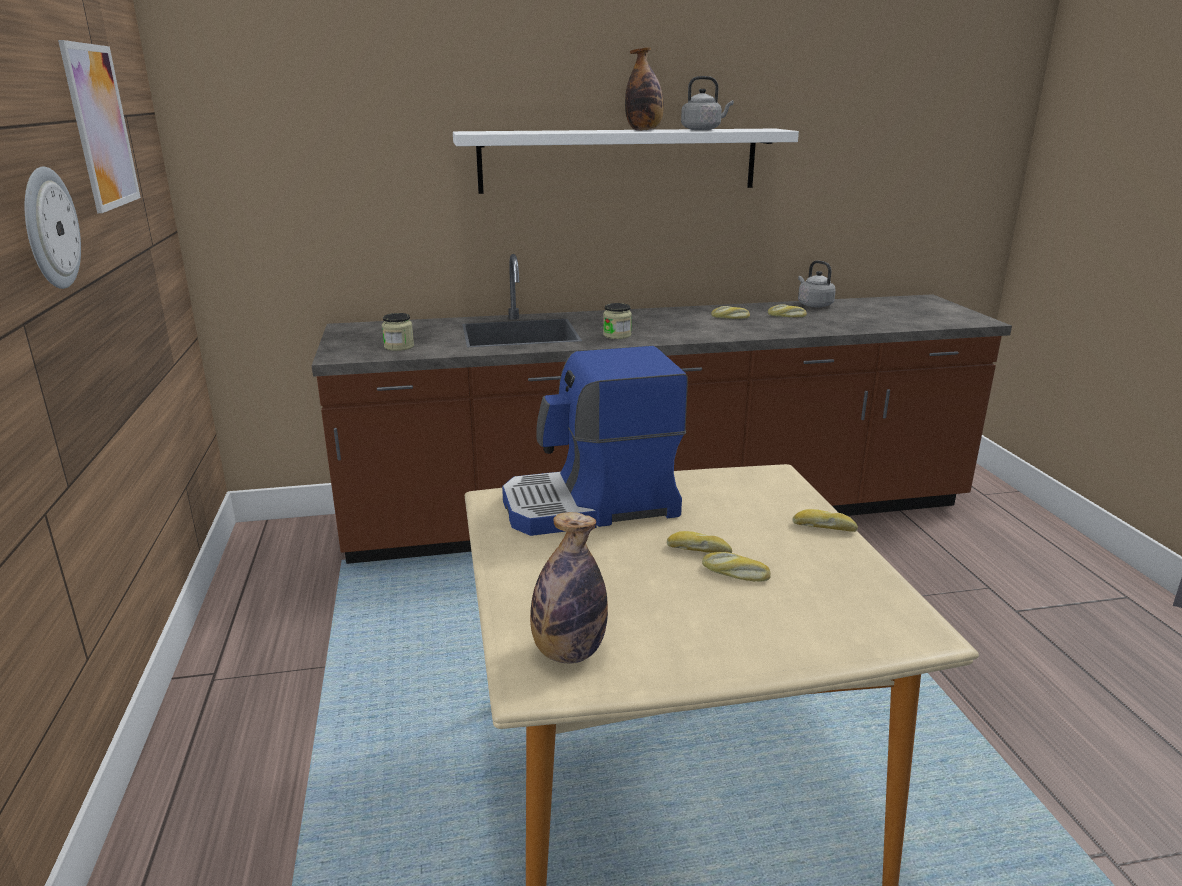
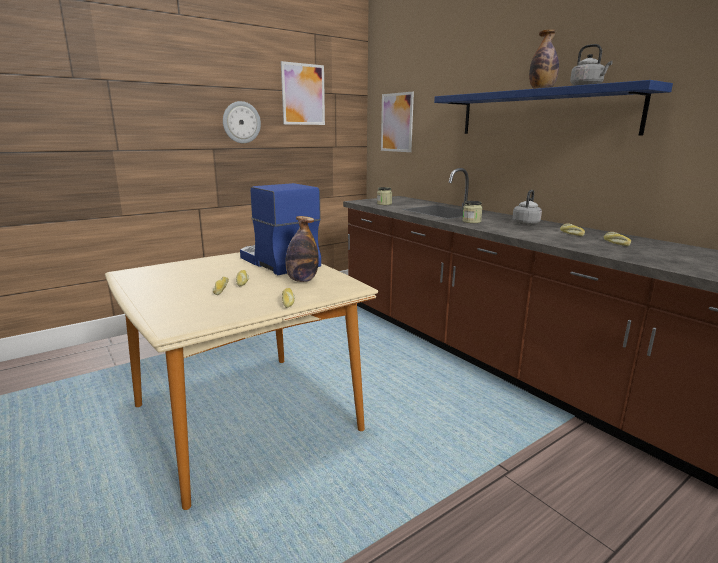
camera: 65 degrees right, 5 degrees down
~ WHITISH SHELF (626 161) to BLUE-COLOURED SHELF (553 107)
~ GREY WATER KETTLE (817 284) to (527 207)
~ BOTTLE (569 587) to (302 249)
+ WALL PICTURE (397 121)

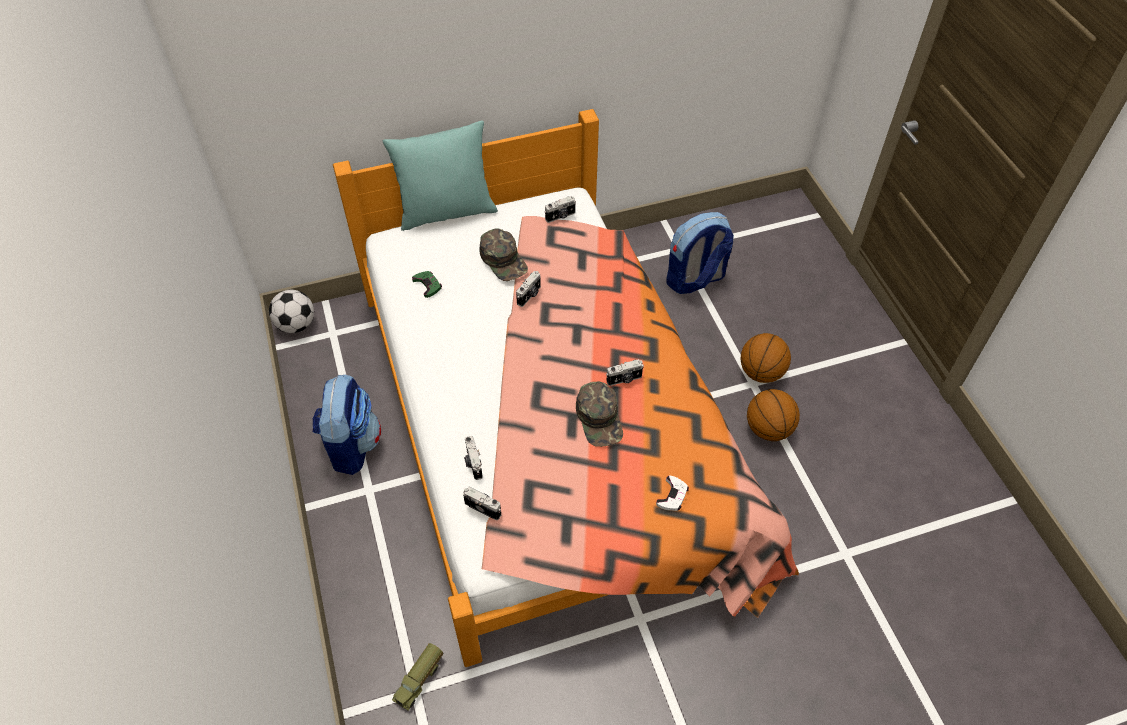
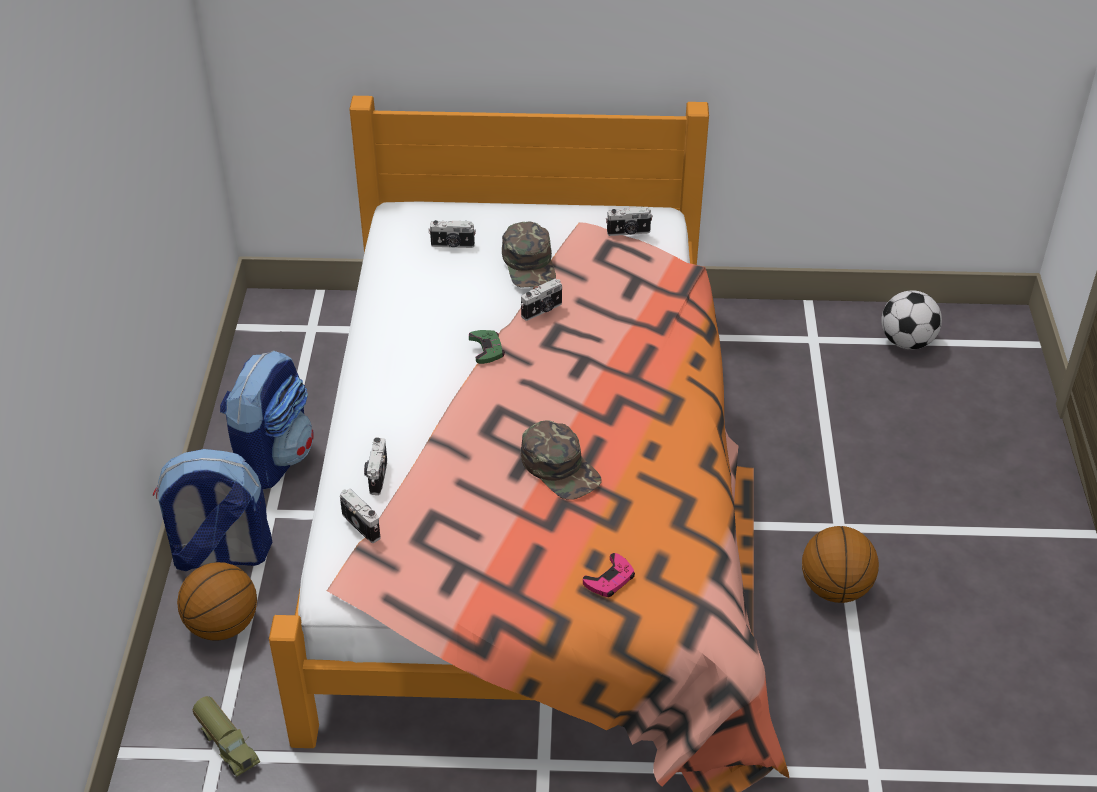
camera: 20 degrees right, 10 degrees down
- BLUE-GREEN PILLOW (440 175)
~ KNAPSACK (700 253) to (212 510)
~ GREENISH GAME CONTROLLER (427 284) to (487 347)
~ FOOTBALL (291 311) to (911 320)
~ BASKETBALL BALL (766 358) to (217 601)
~ STILL CAMERA (625 372) to (452 234)
~ GREENISH CAP (599 414) = (561 460) 45 degrees counterclockwise
~ WHITISH GAME CONTROLLER (672 493) to PINK GAME CONTROLLER (609 575)
~ TOY TRUCK (417 677) = (226 736) 90 degrees counterclockwise

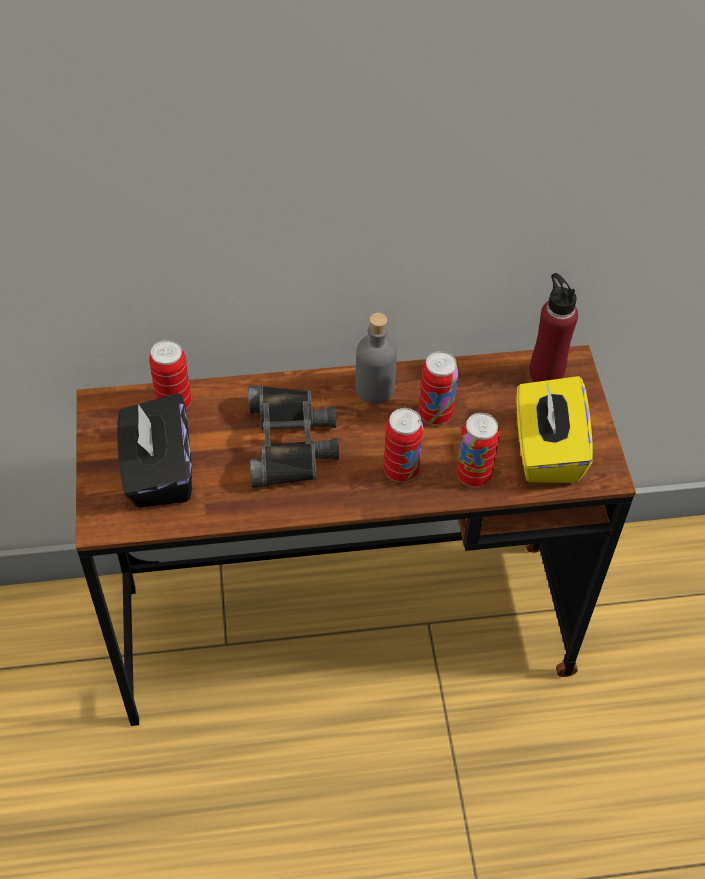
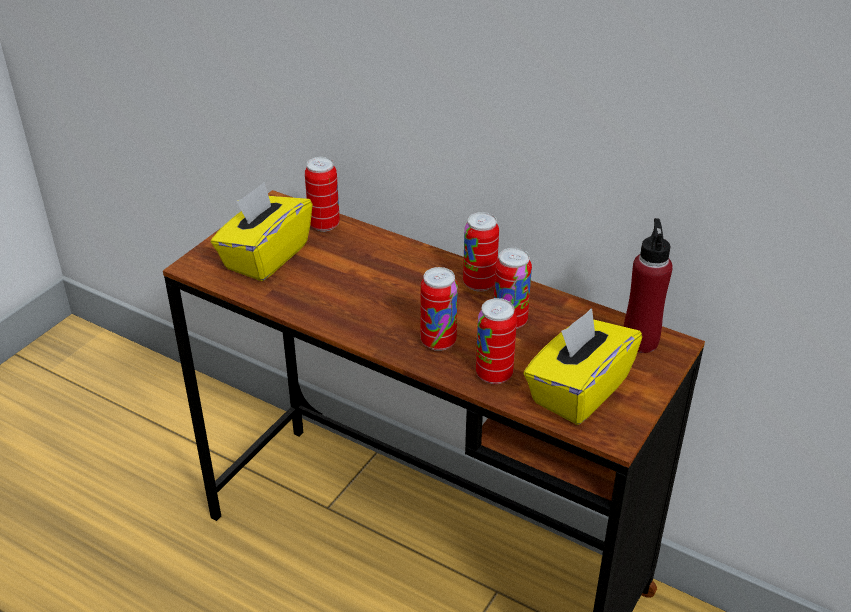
camera: 40 degrees right, 15 degrees down
~ GREY BOTTLE (376 358) to CAN (481 252)
- BLACK-COLOURED BINOCULARS (293 437)
~ BLACK-COLOURED TISSUE HOLDER (154 450) to YELLOWISH TISSUE HOLDER (262 231)

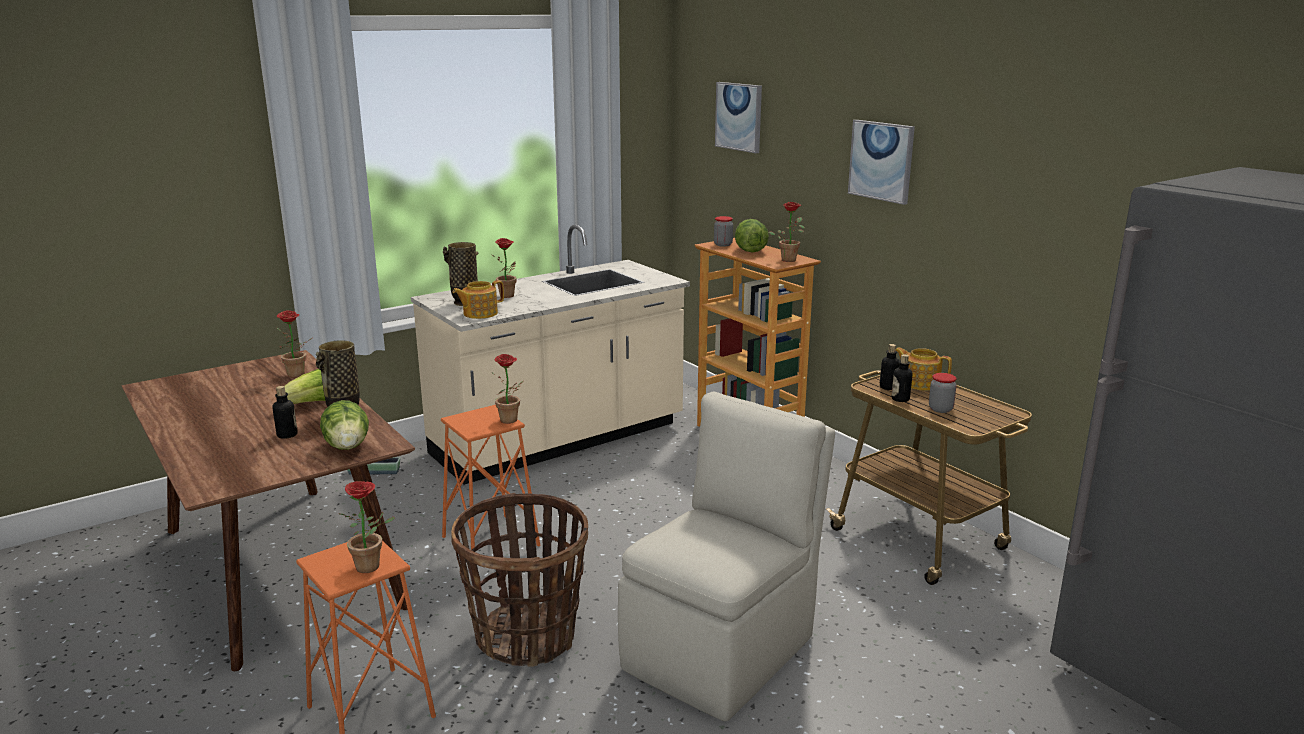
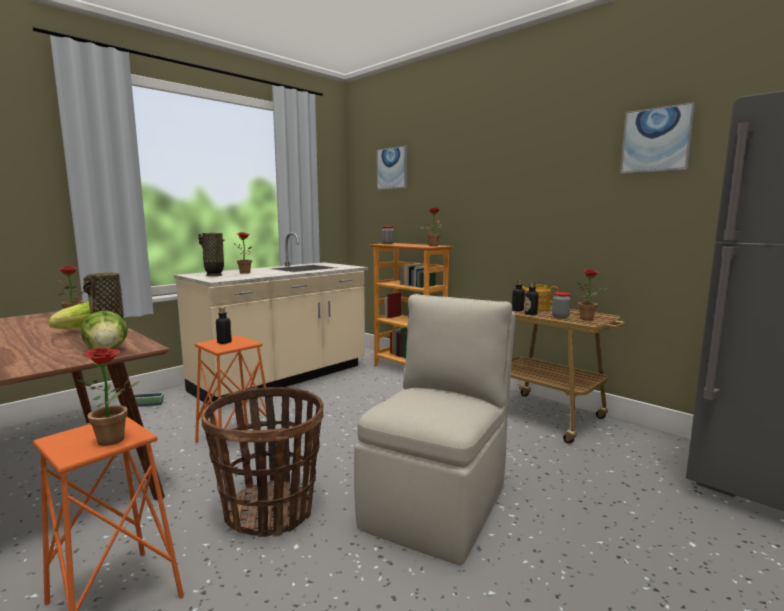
camera: 10 degrees left, 10 degrees down
~ WALL PICTURE (881 162) to (657 138)
- HEAD OF LETTUCE (752 235)
- TEA POT (478 299)
~ POTTED PLANT (507 389) to (592 294)
~ BOTTLE (285 412) to (224 325)

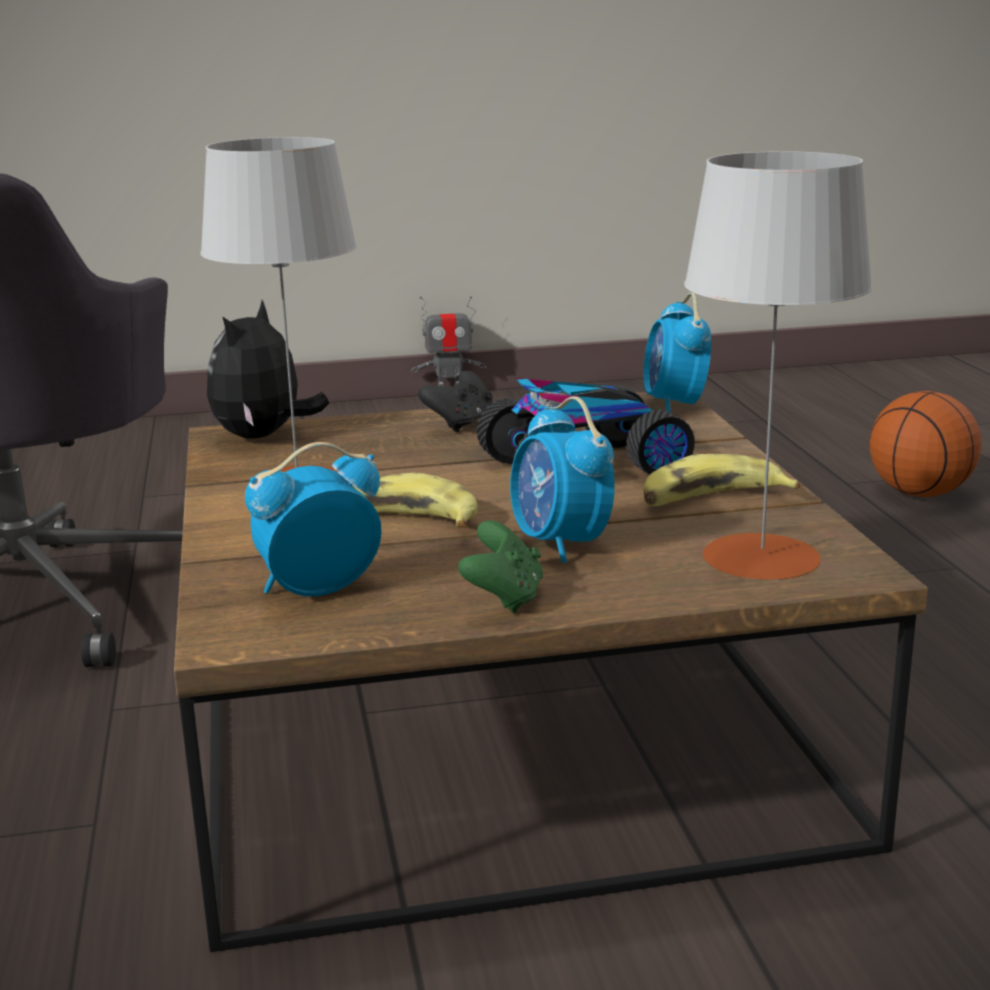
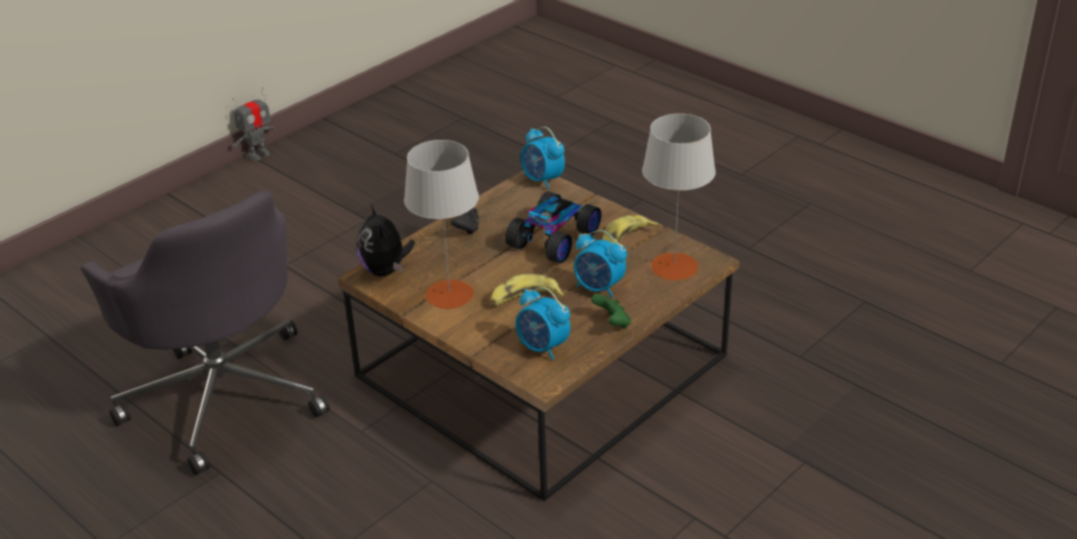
camera: 35 degrees left, 15 degrees up
- BASKETBALL BALL (925 444)
~ TABLE CLOCK (313 519) = (543 323) 75 degrees counterclockwise

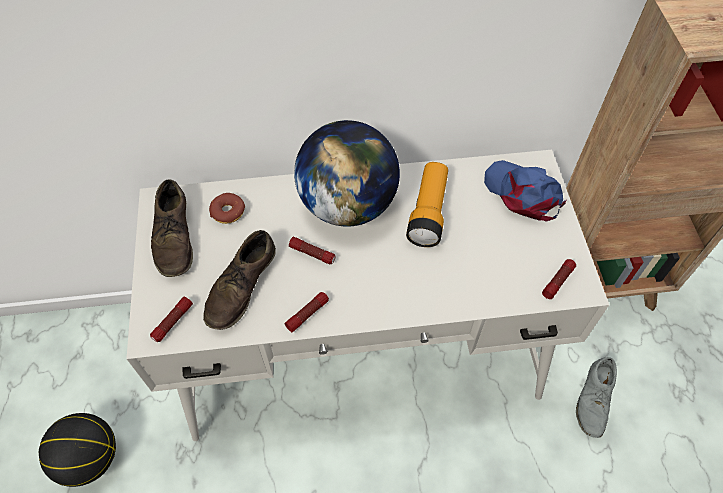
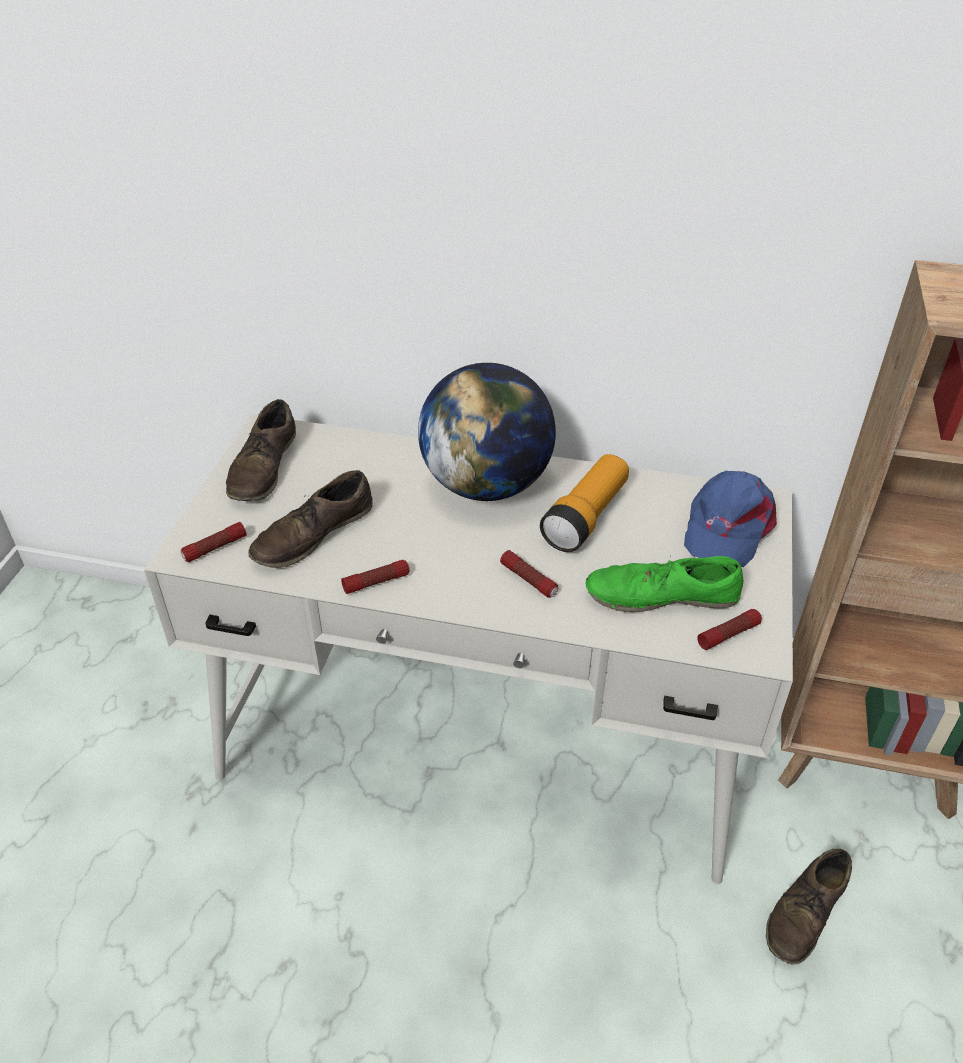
camera: 20 degrees right, 15 degrees down
~ BLUE-COLOURED CAP (525 190) = (730 519) 135 degrees counterclockwise
- RING DOUGHNUT (227 208)
~ HAND TORCH (312 251) to (529 574)
~ GREY ITEM OF FOOTWEAR (596 397) to BROWN ITEM OF FOOTWEAR (809 906)
- BASKETBALL BALL (77 450)
+ GREENISH ITEM OF FOOTWEAR (664 584)

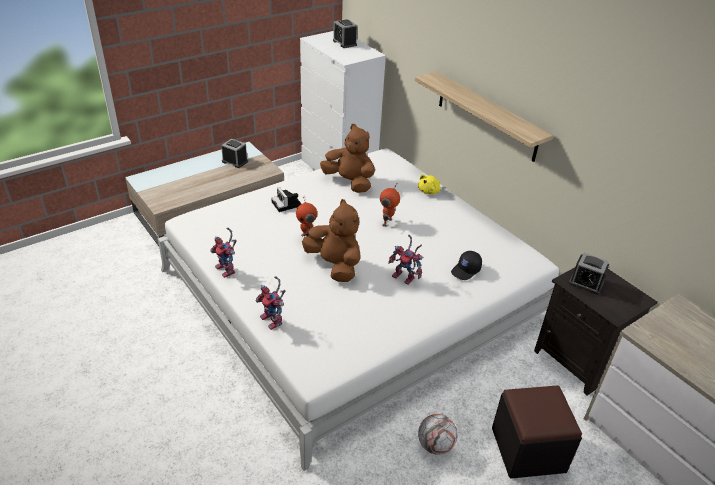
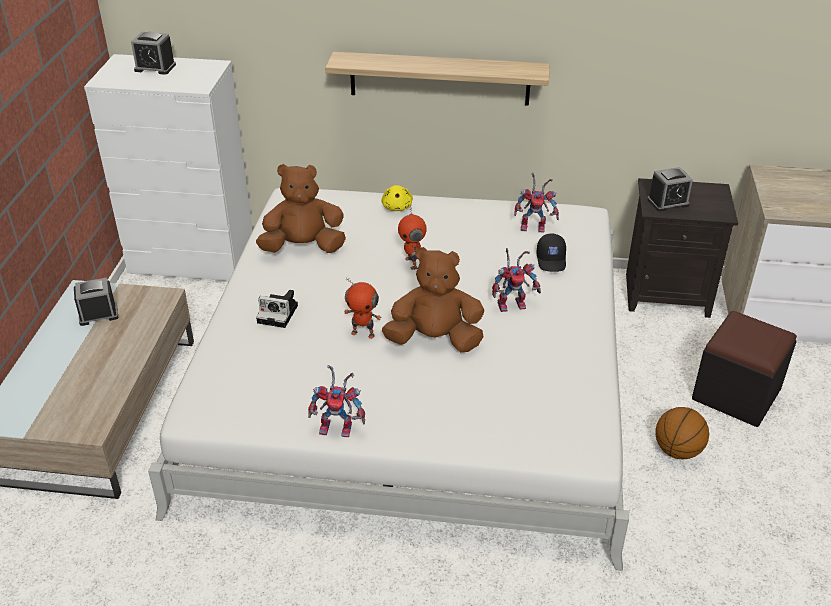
camera: 45 degrees left, 0 degrees up
~ TOY ROBOT (271 303) to (536 203)
~ FOOTBALL (438 434) to BASKETBALL BALL (682 433)

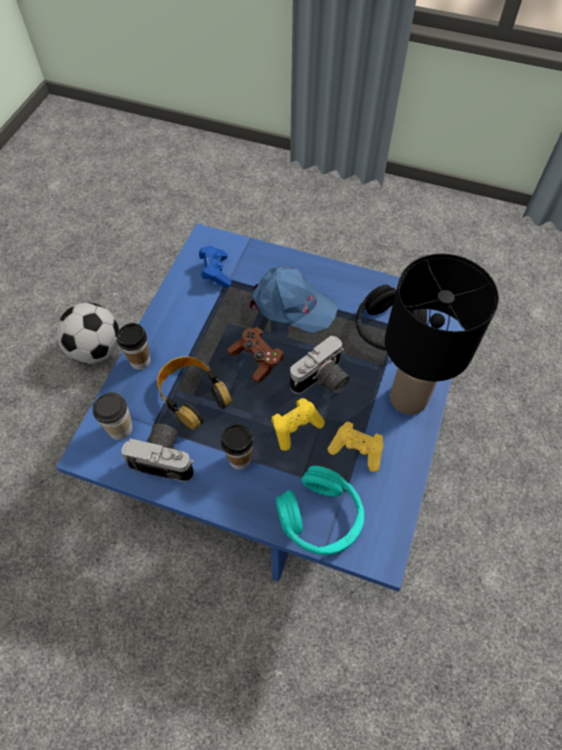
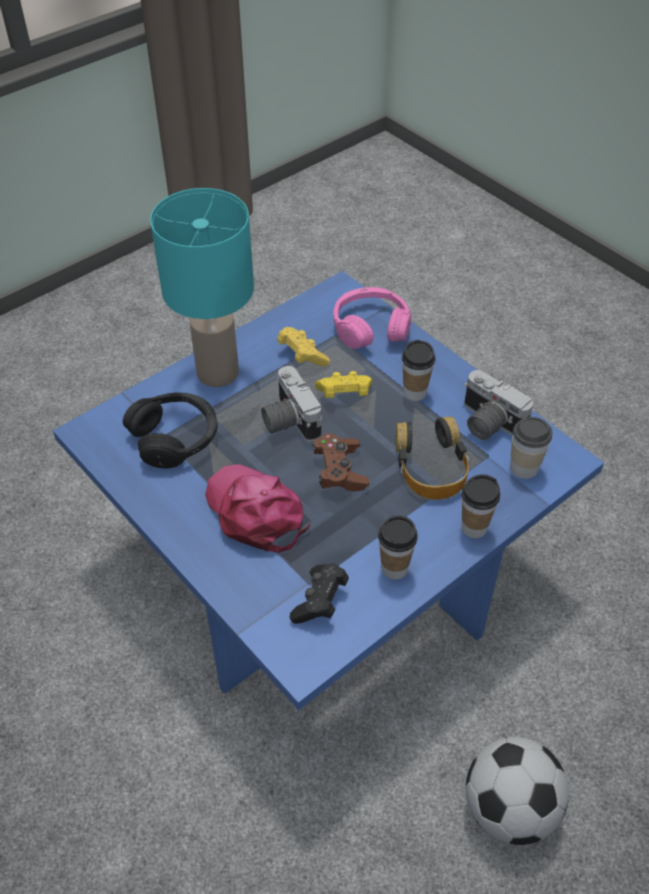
camera: 150 degrees left, 10 degrees down
~ BLUE-COLOURED GAME CONTROLLER (215 267) to BLACK-COLOURED GAME CONTROLLER (319 594)
~ BLACK-COLOURED LAMP FOR A TABLE (442 334) to BLUE-GREEN LAMP FOR A TABLE (202 287)
~ BLUE-COLOURED CAP (293 299) to PINK CAP (258 508)
~ STILL CAMERA (320 365) = (291 404) 105 degrees counterclockwise
~ BLUE-GREEN PAIR OF HEADPHONES (320 510) to PINK PAIR OF HEADPHONES (372 318)
+ CUP (398 547)

